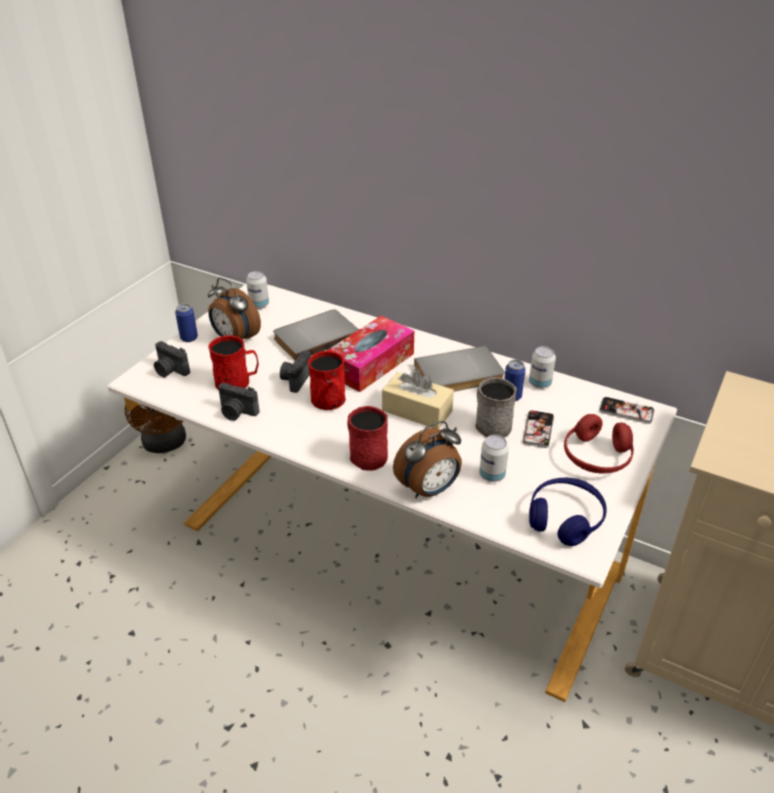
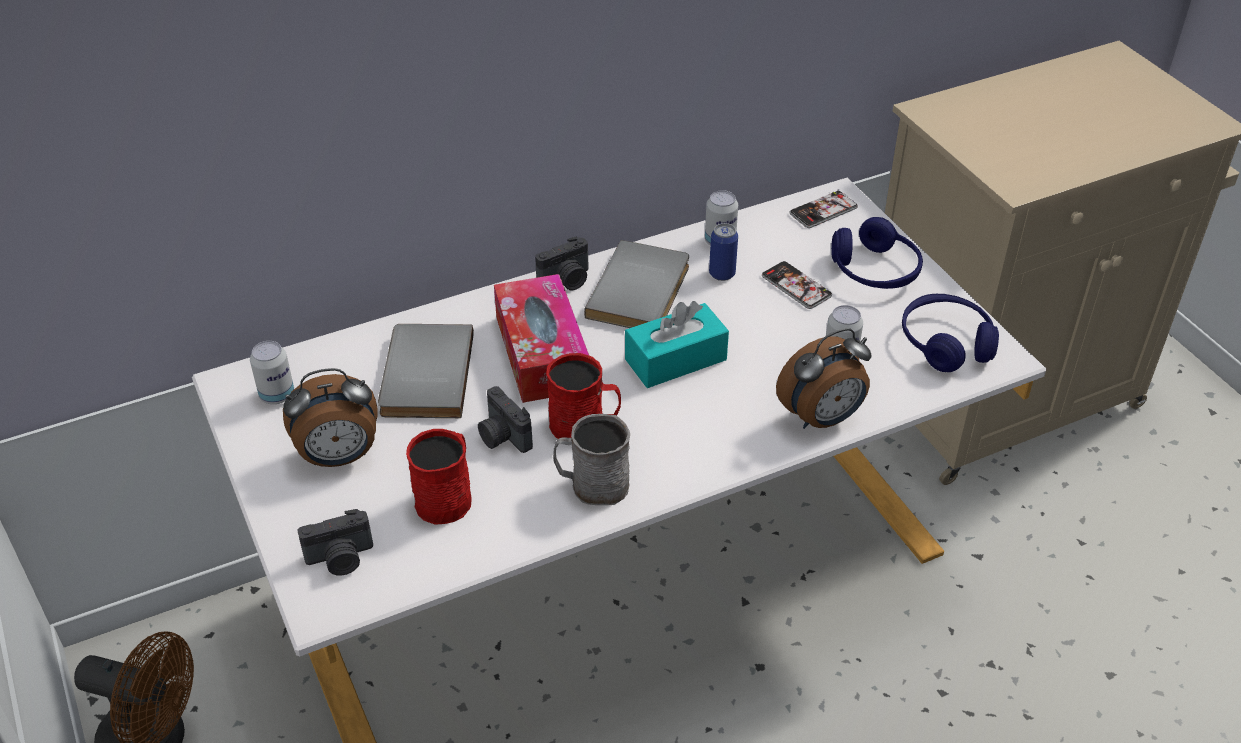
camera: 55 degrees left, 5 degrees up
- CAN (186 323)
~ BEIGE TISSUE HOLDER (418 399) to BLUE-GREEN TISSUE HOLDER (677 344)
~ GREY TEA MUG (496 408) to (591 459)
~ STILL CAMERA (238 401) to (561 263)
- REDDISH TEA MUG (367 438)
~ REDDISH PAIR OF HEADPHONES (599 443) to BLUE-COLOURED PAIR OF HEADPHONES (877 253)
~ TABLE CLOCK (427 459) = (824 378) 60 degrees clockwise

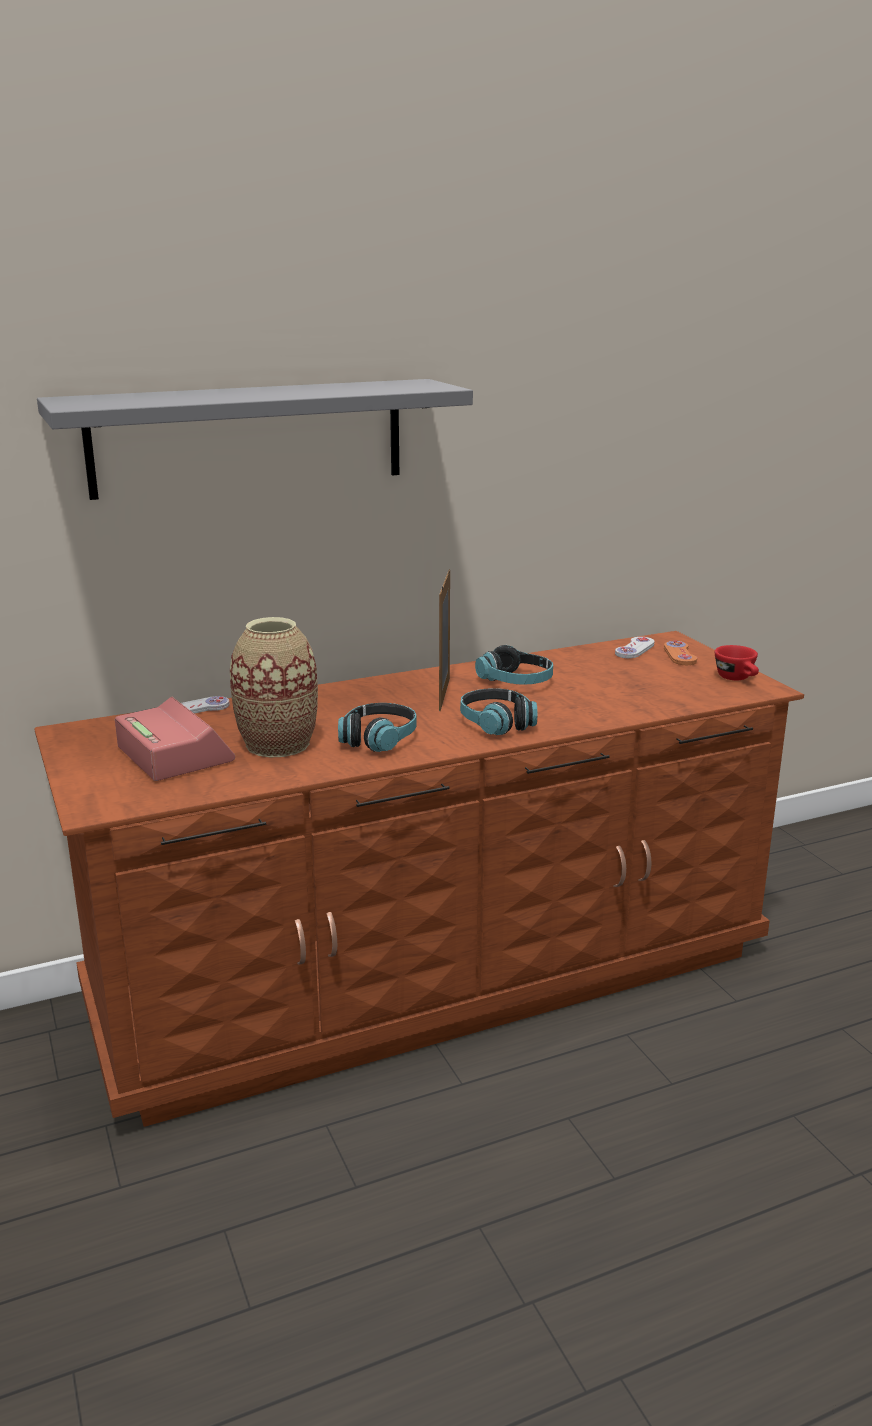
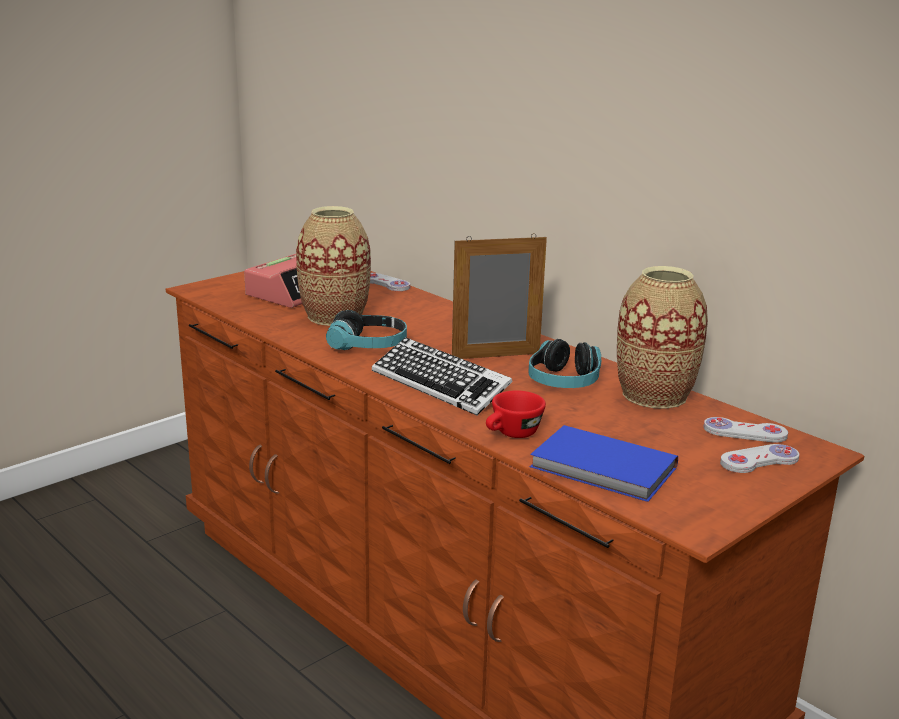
camera: 70 degrees right, 0 degrees up
- GREY SHELF (255 439)
~ ORANGE GAME CONTROLLER (680 652) to WHITISH GAME CONTROLLER (760 458)
~ REDDISH CUP (737 662) to (516 414)
~ PAIR OF HEADPHONES (498 711) to COMPUTER KEYBOARD (442 376)
+ FLOWER VASE (662 337)
+ BLUE-COLOURED BOUND BOOK (604 463)

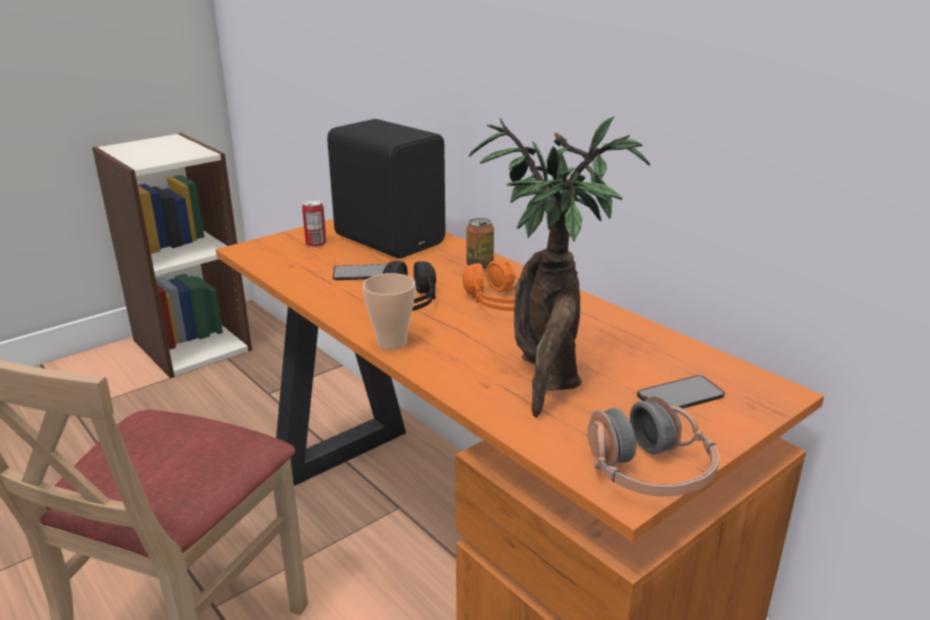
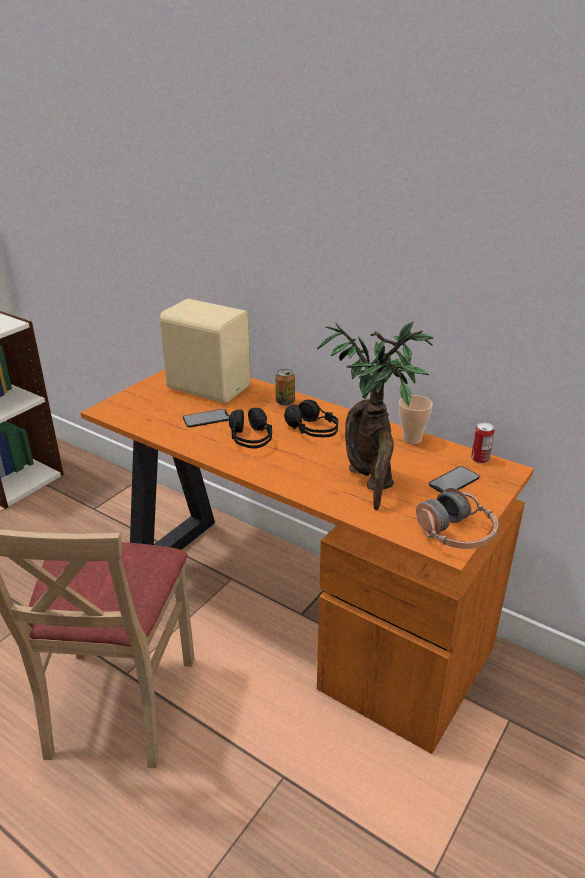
camera: 15 degrees left, 5 degrees up
~ BLACK-COLOURED SPEAKER (386 188) to BEIGE SPEAKER (205 351)
~ CAN (314 223) to (482 443)
~ ORANGE PAIR OF HEADPHONES (491 285) to BLACK-COLOURED PAIR OF HEADPHONES (311 418)
~ CUP (389 311) to (416 419)

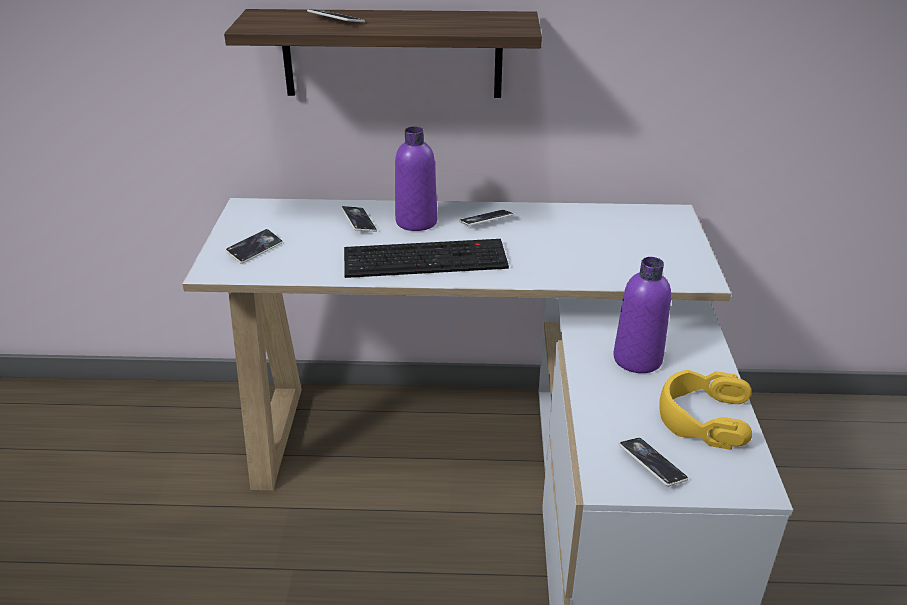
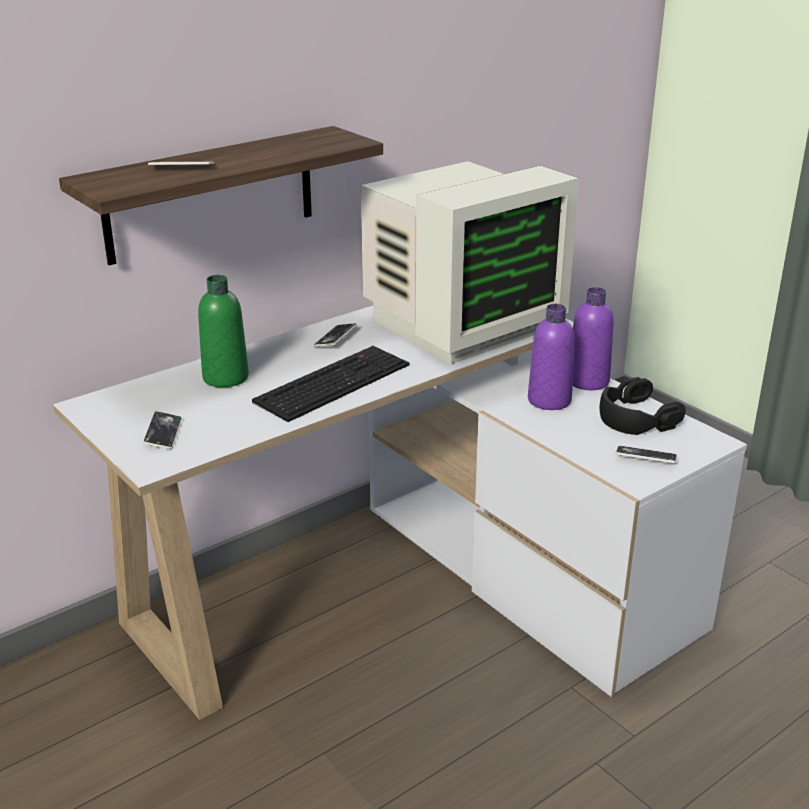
camera: 40 degrees left, 5 degrees down
~ PURPLE BOTTLE (416 179) to (593 338)
~ HANDSET (359 219) to GREENISH BOTTLE (223 331)
~ YELLOWISH PAIR OF HEADPHONES (705 410) to BLACK-COLOURED PAIR OF HEADPHONES (643 406)
+ MONITOR (470 262)

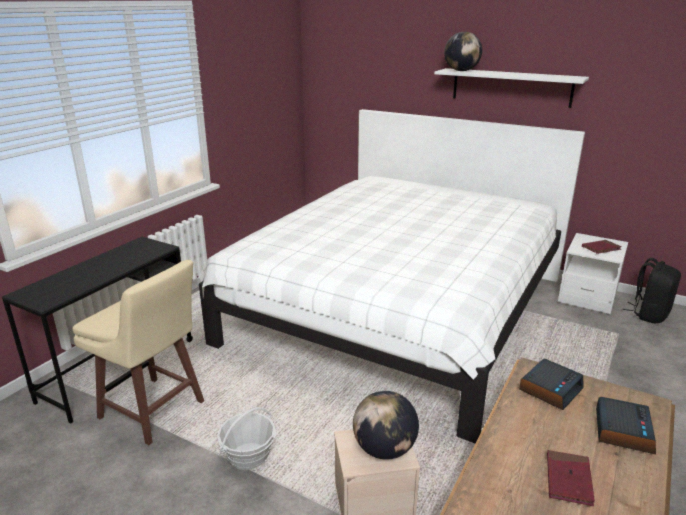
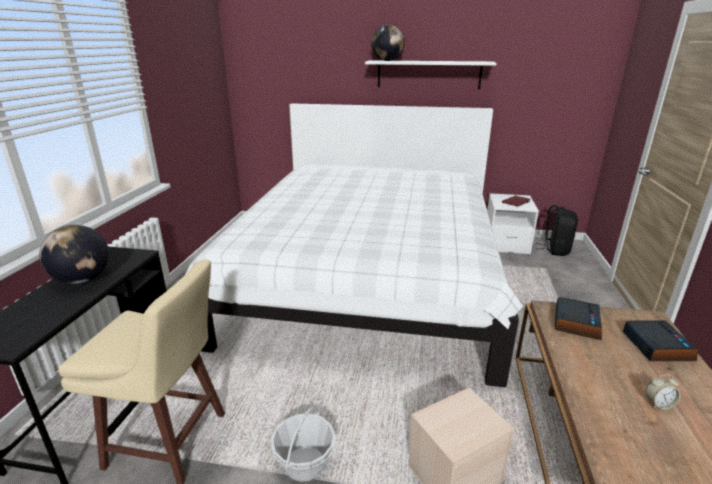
camera: 20 degrees left, 0 degrees up
~ WORLD GLOBE (386 425) to (74 254)
~ REDDISH BOUND BOOK (571 478) to TABLE CLOCK (663 392)

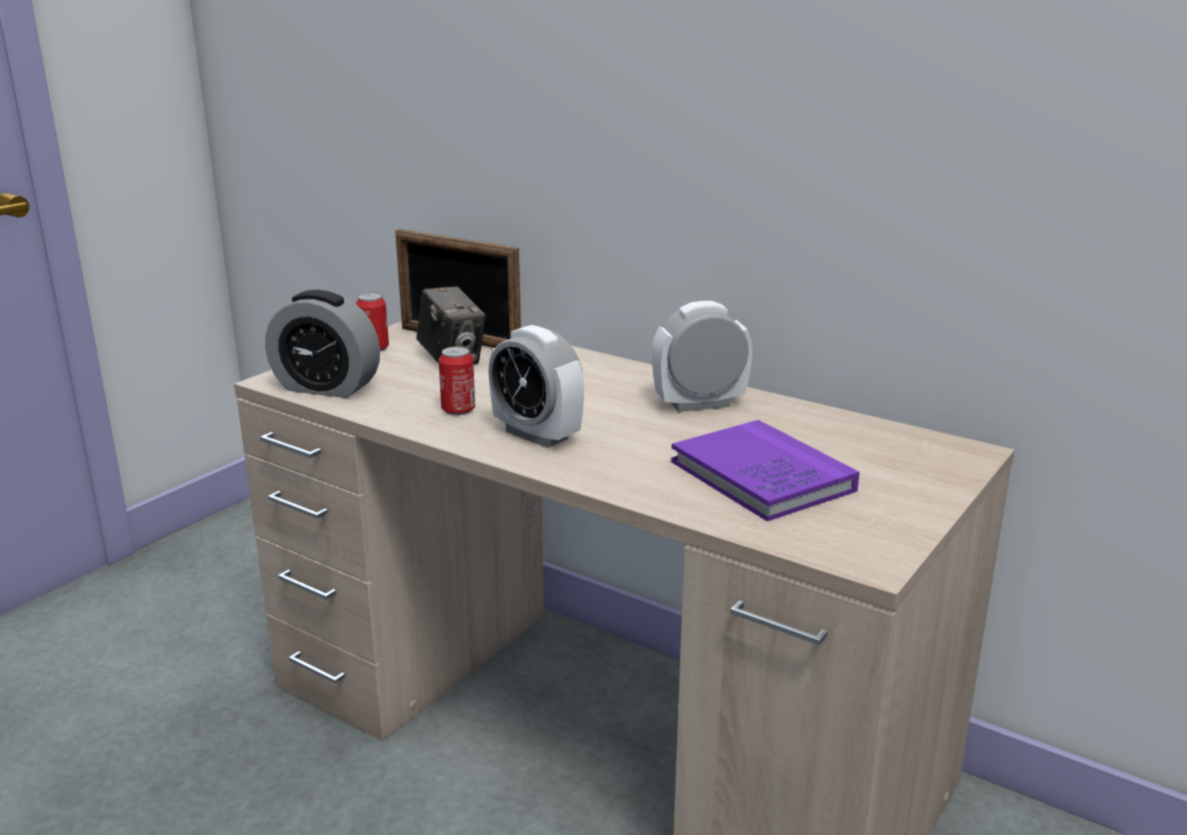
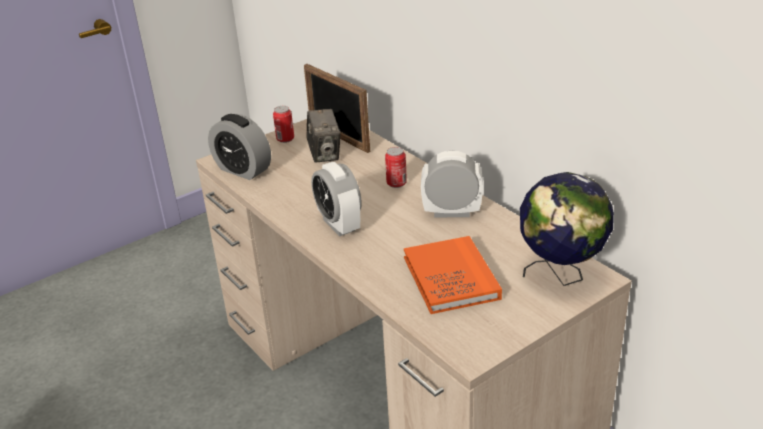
camera: 20 degrees right, 10 degrees up
~ CAN (457 380) to (396 167)
~ PURPLE BOUND BOOK (765 470) to ORANGE BOUND BOOK (453 275)
+ WORLD GLOBE (567 229)

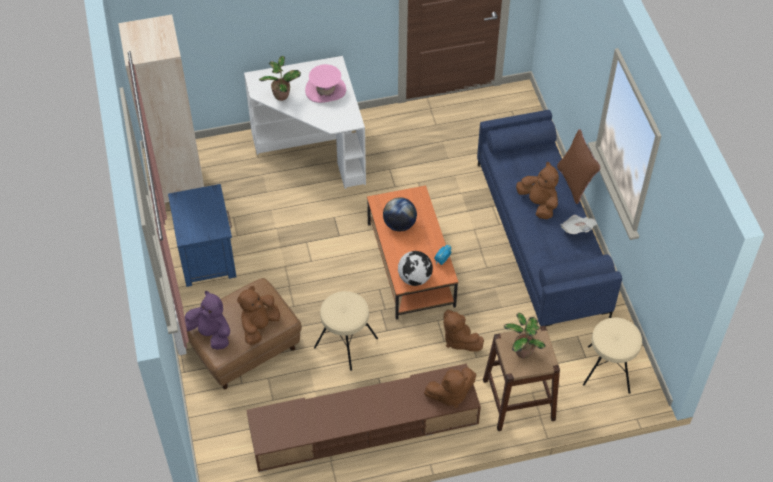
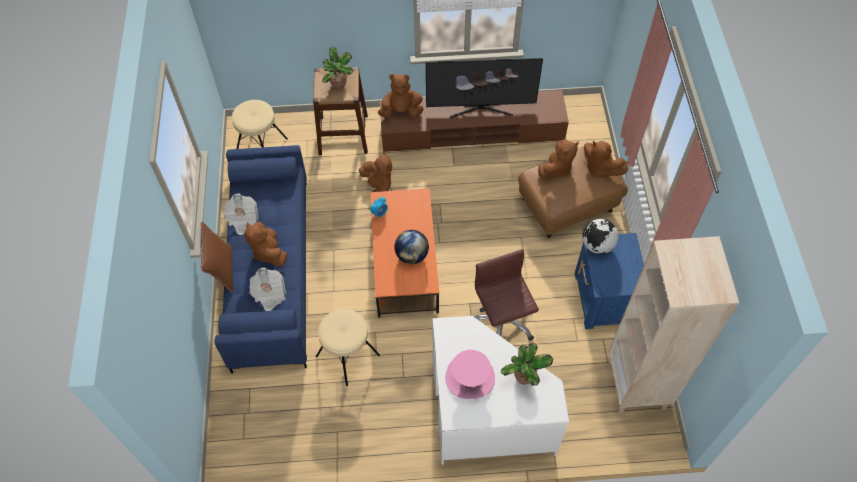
camera: 170 degrees left, 5 degrees up
~ WORLD GLOBE (415 268) to (600 236)
~ PURPLE PLUSH TOY (207 320) to BROWN PLUSH TOY (606 159)
~ BEIGE SITTING STOOL (346 331) to (348 347)
+ TELEVISION (484 88)
+ BROWN COMPUTER CHAIR (507 295)
+ DAILY PAPER (268 289)

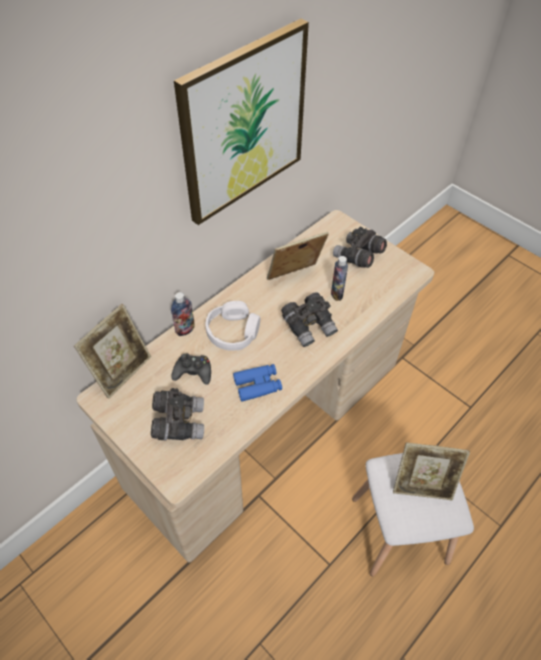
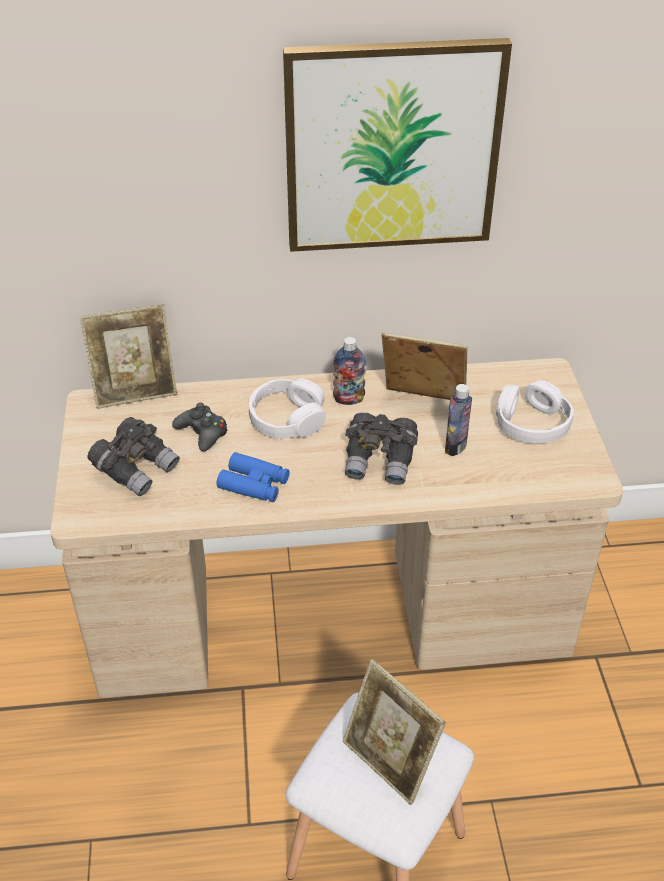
camera: 40 degrees right, 10 degrees down
~ GREY BINOCULARS (360 247) to WHITISH PAIR OF HEADPHONES (535 411)
~ BOTTLE (183 314) to (349 371)

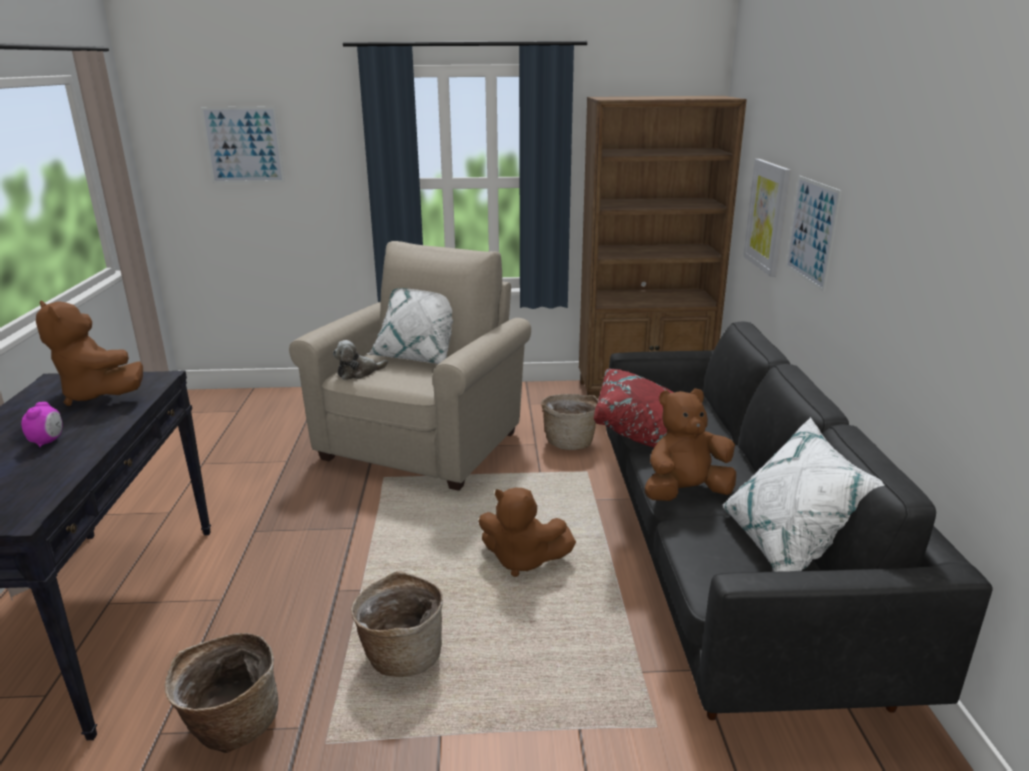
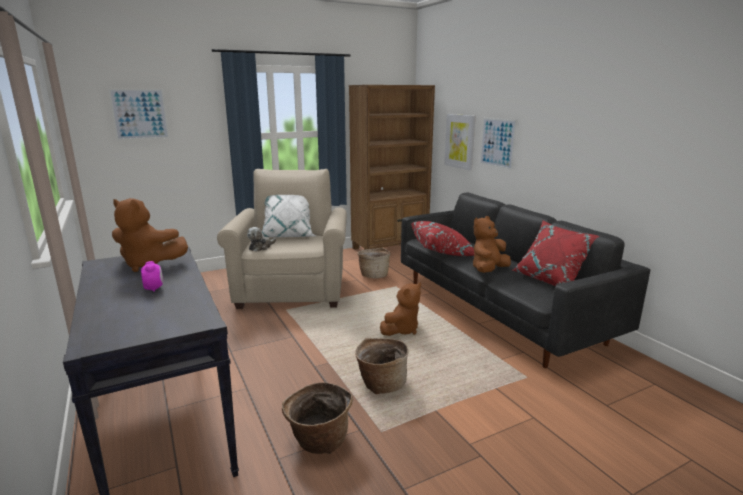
camera: 25 degrees left, 5 degrees down
~ WHITISH PILLOW (803 494) to REDDISH PILLOW (556 253)
~ BROWN PLUSH TOY (527 532) = (400 309) 45 degrees counterclockwise

